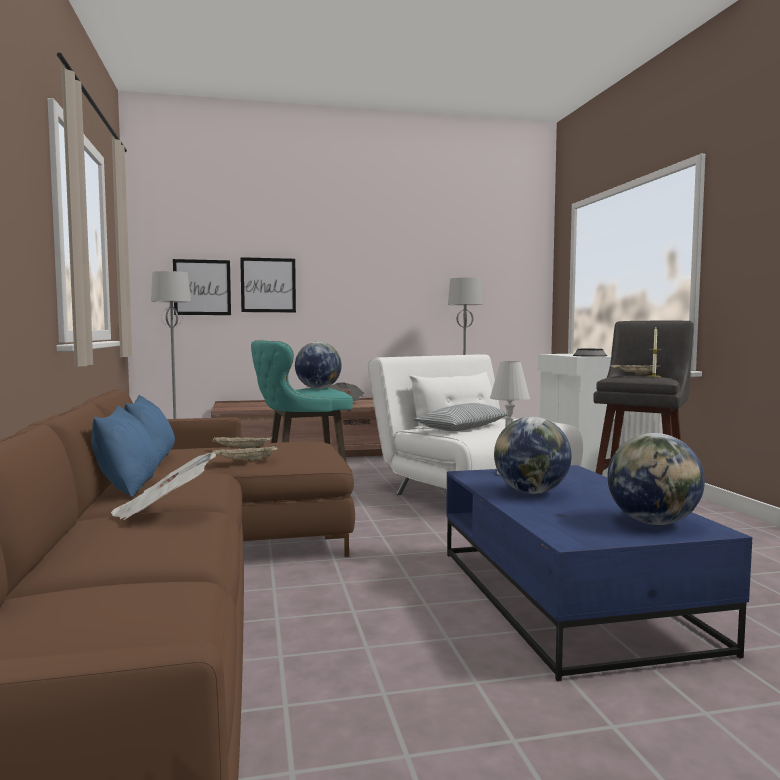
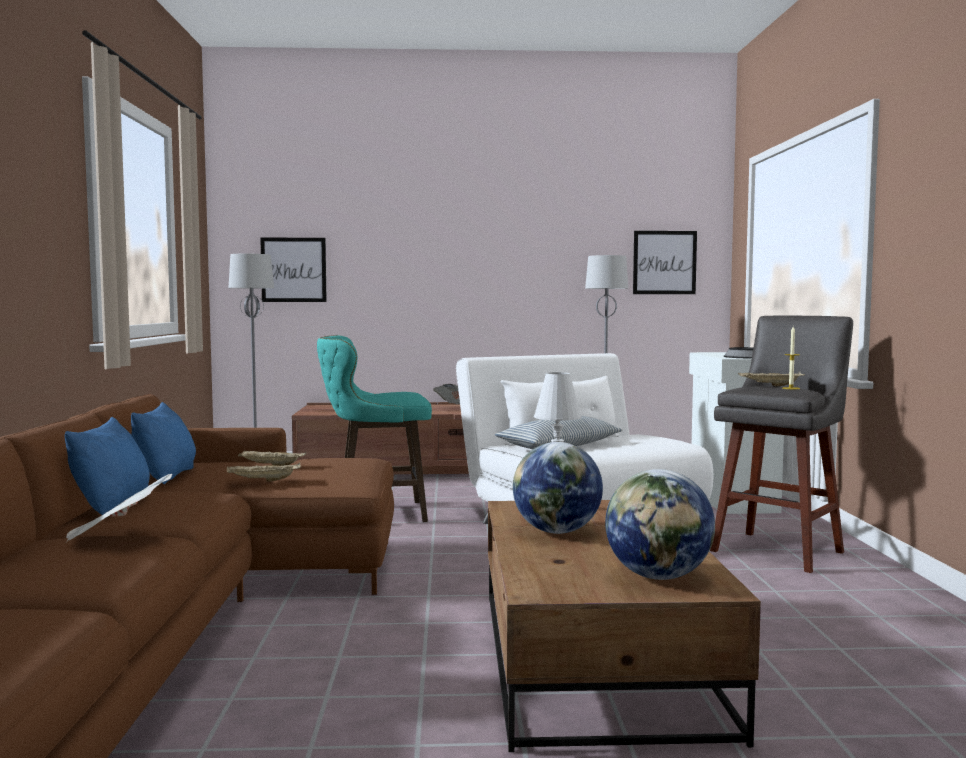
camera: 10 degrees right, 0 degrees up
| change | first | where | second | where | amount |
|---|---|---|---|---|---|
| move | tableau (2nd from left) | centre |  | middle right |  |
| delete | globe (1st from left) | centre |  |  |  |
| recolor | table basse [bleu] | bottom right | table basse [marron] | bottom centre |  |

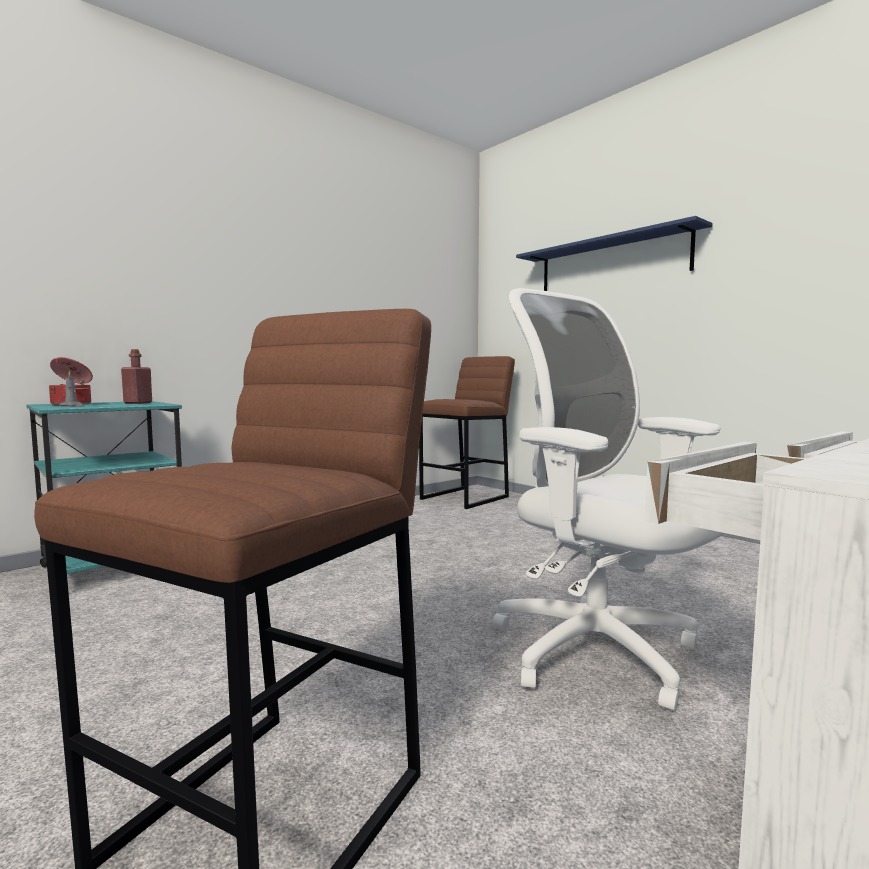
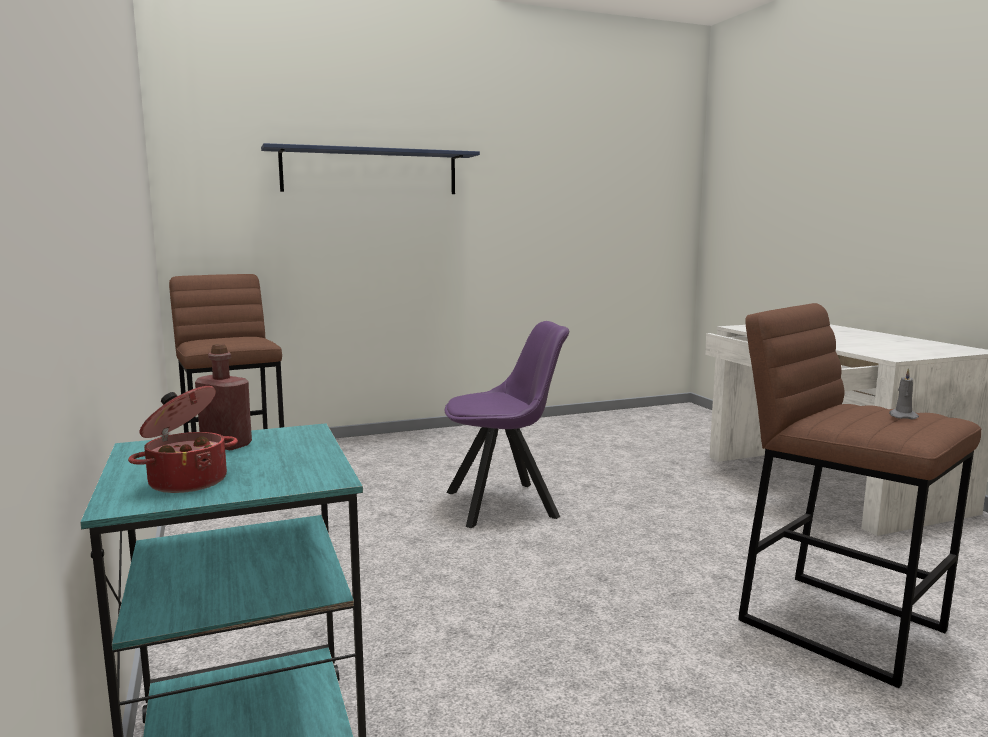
camera: 70 degrees left, 5 degrees up
| change | first | where | second | where | amount |
|---|---|---|---|---|---|
| move | bougie [gris] | middle left |  | middle right |  |
| delete | chaise de bureau [blanc] | middle right |  |  |  |
| insert |  |  | chaise [violet] | centre |  |

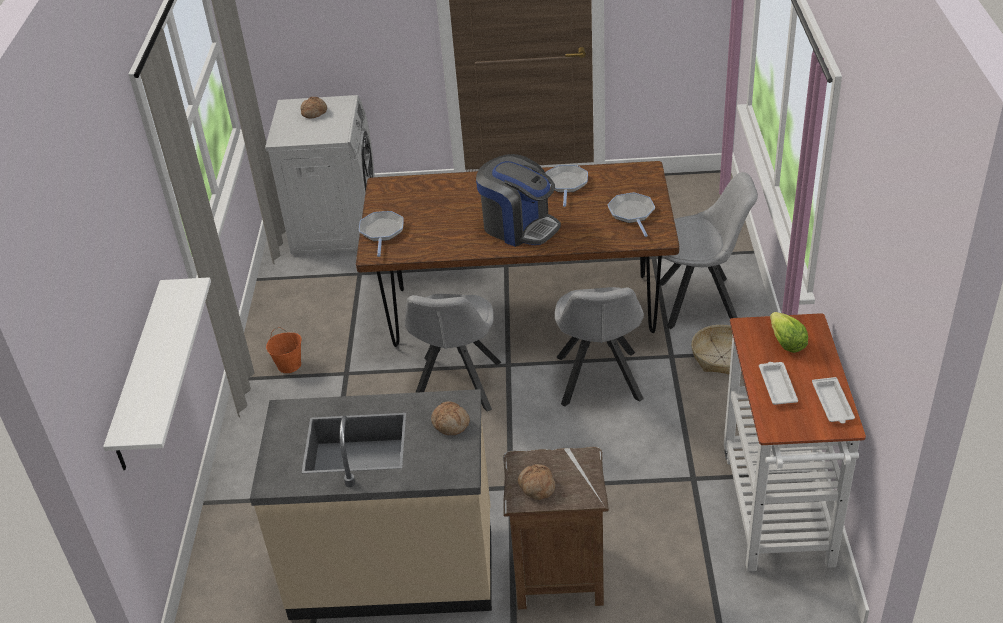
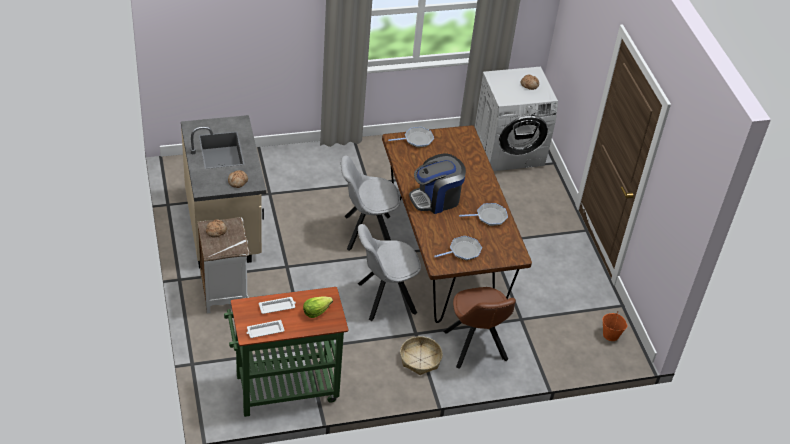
camera: 70 degrees right, 5 degrees up
| change | first | where | second | where | amount |
|---|---|---|---|---|---|
| delete | étagère [blanc] | middle left |  |  |  |
| move | seau [orange] | middle left |  | bottom right |  |
| rotate | machine à café | top centre |  | centre | 45 degrees clockwise |
| recolor | chaise [gris] (3rd from left) | middle right | chaise [marron] | bottom centre |  |
| recolor | chariot [blanc] | bottom right | chariot [vert] | bottom centre |  |

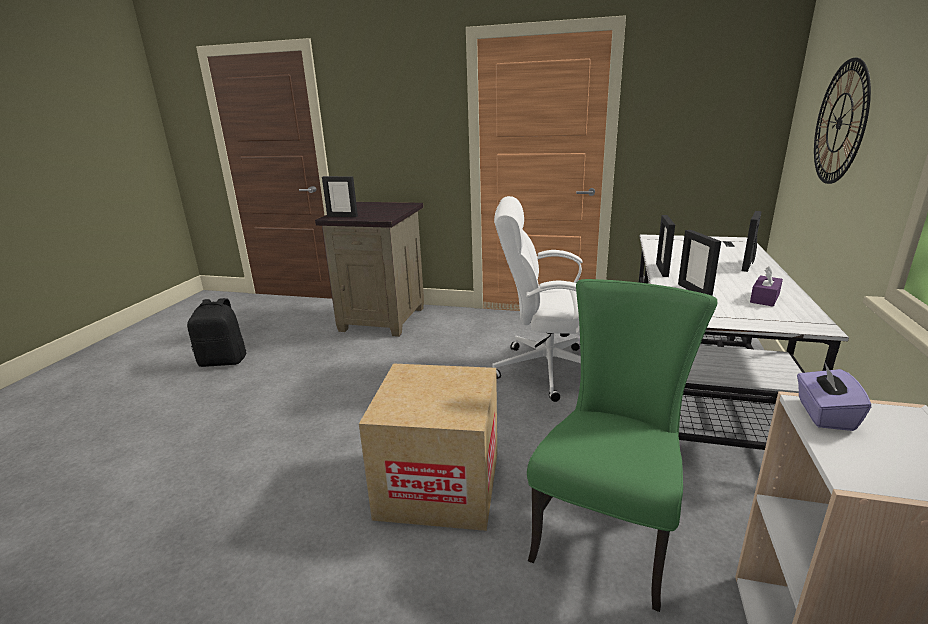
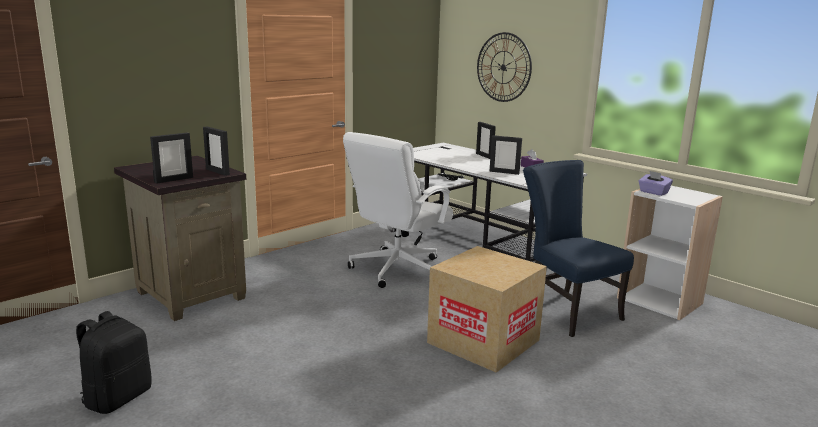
camera: 60 degrees left, 5 degrees down
| change | first | where | second | where | amount |
|---|---|---|---|---|---|
| recolor | chaise [vert] | bottom right | chaise [bleu] | middle right |  |
| move | cadre photo (2nd from left) | middle right |  | middle left |  |

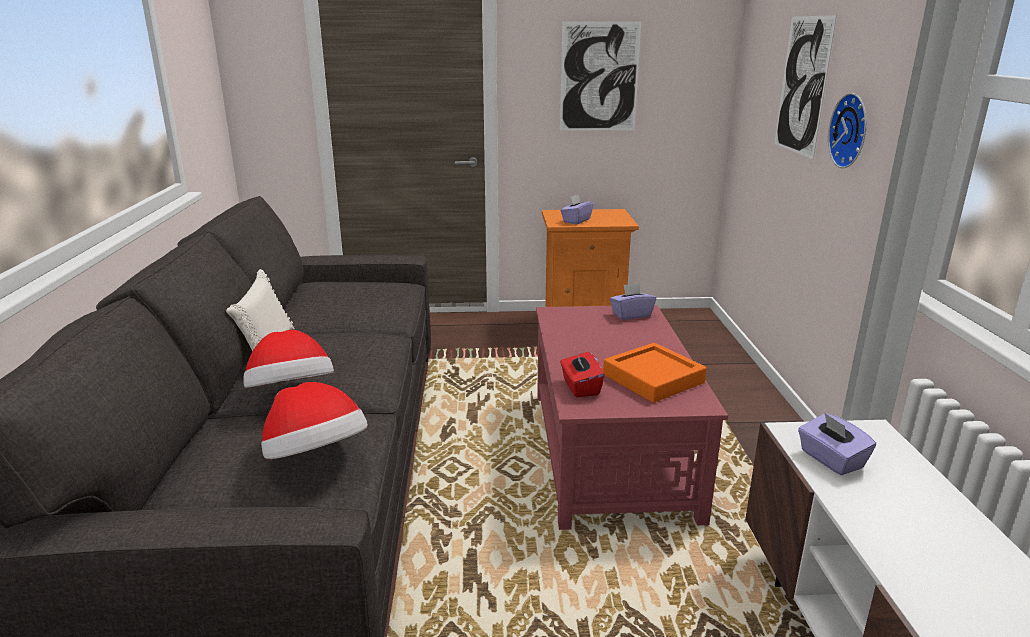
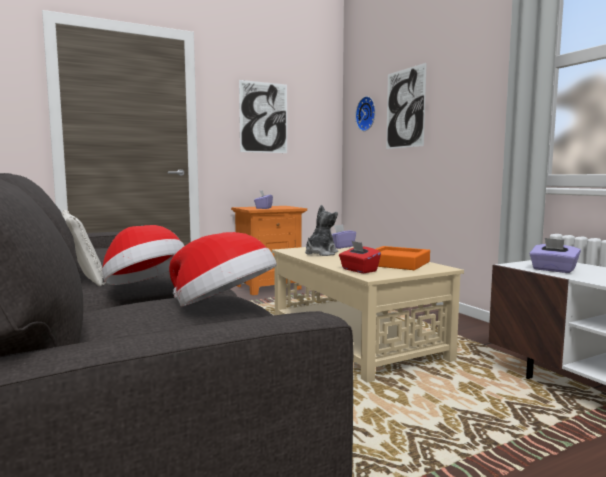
camera: 25 degrees left, 15 degrees down
| change | first | where | second | where | amount |
|---|---|---|---|---|---|
| recolor | table basse [rouge] | centre | table basse [beige] | centre |  |
| move | horloge murale | top right |  | top centre |  |
| insert |  |  | peluche | centre |  |

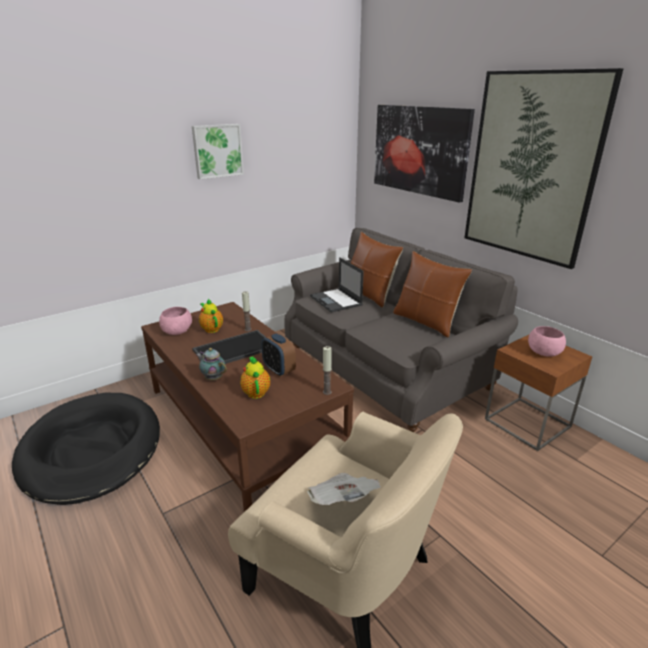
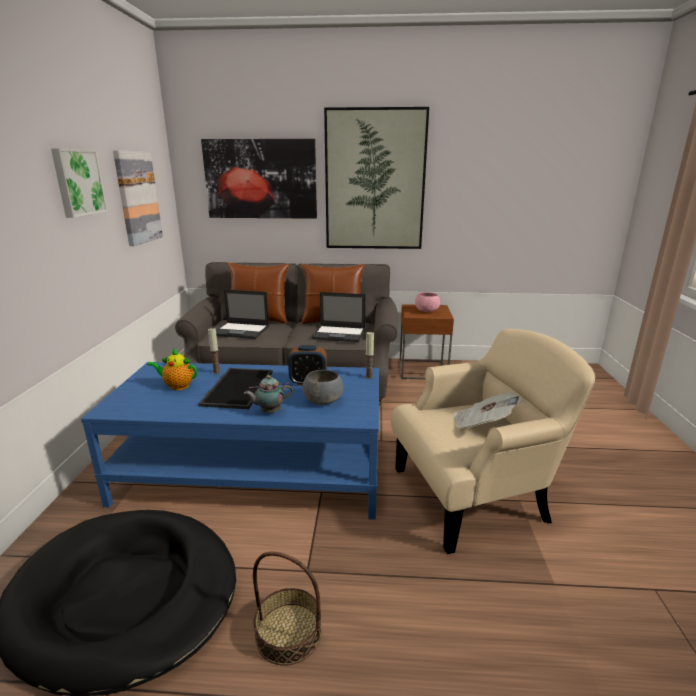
camera: 50 degrees left, 5 degrees down
| change | first | where | second | where | amount |
|---|---|---|---|---|---|
| recolor | table basse [marron] | centre | table basse [bleu] | middle left |  |
| delete | bol [rose] (1st from left) | middle left |  |  |  |
| replace | théière (3rd from left) | centre | bol [gris] | centre |  |
| insert |  |  | tableau (2nd from left) | top left |  |
| insert |  |  | panier | bottom centre |  |
| insert |  |  | ordinateur portable (2nd from left) | centre |  |

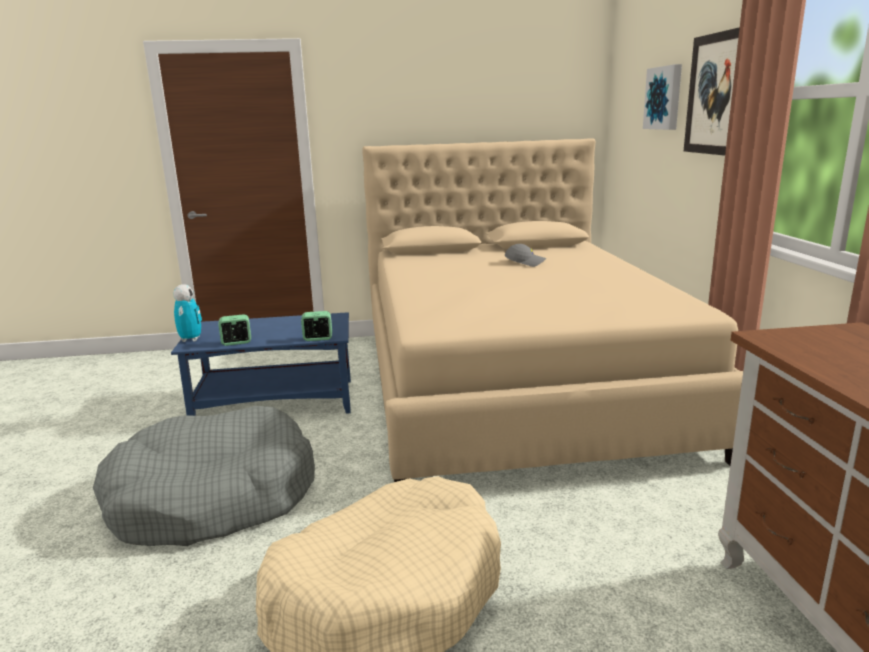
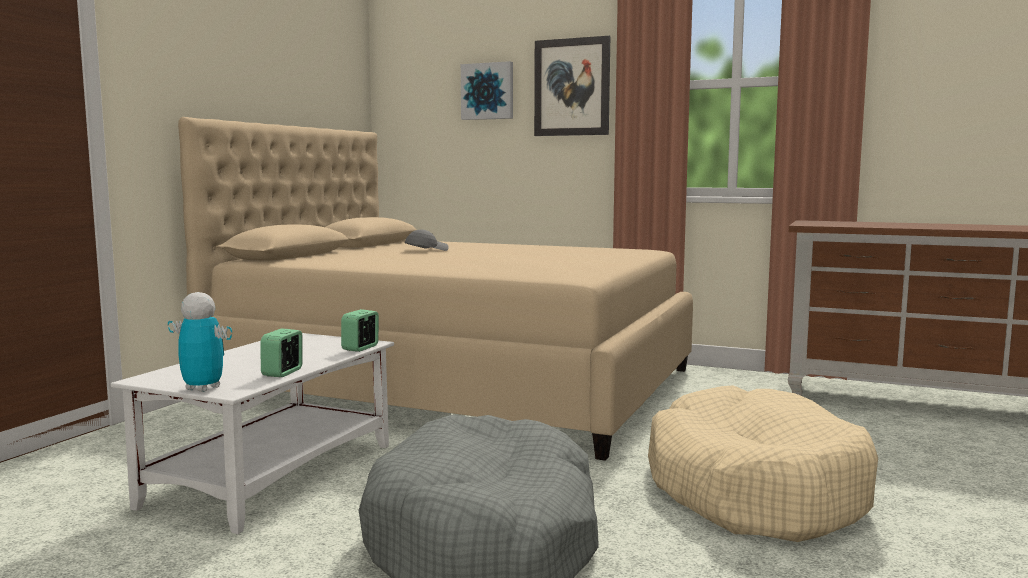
camera: 60 degrees left, 10 degrees down
| change | first | where | second | where | amount |
|---|---|---|---|---|---|
| recolor | table basse [bleu] | middle left | table basse [blanc] | bottom left |  |

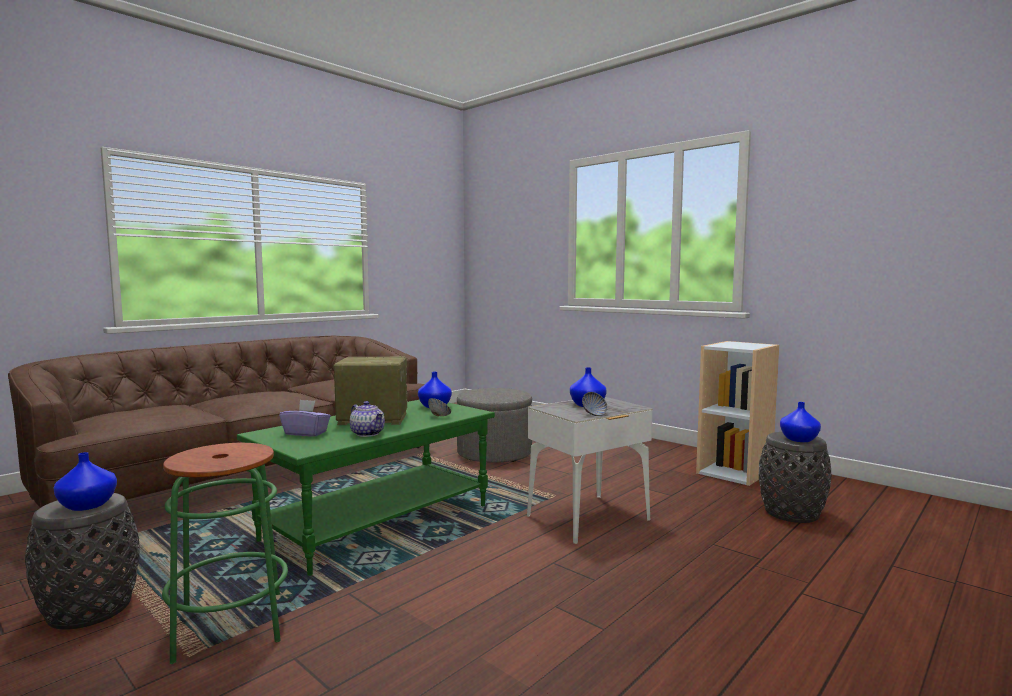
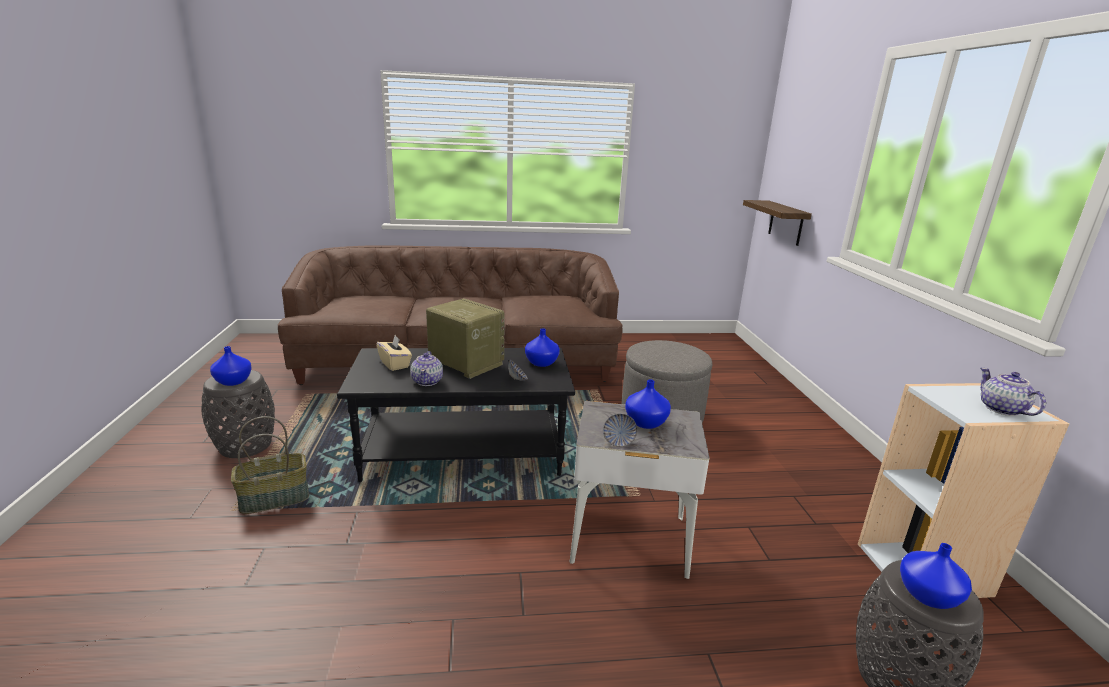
camera: 40 degrees right, 15 degrees up
| change | first | where | second | where | amount |
|---|---|---|---|---|---|
| replace | tabouret [vert] | bottom left | panier | bottom left |  |
| recolor | table basse [vert] | bottom centre | table basse [noir] | centre |  |
| recolor | boîte à mouchoirs [violet] | middle left | boîte à mouchoirs [beige] | centre |  |
| insert |  |  | étagère | top right |  |
| insert |  |  | théière (2nd from left) | middle right |  |

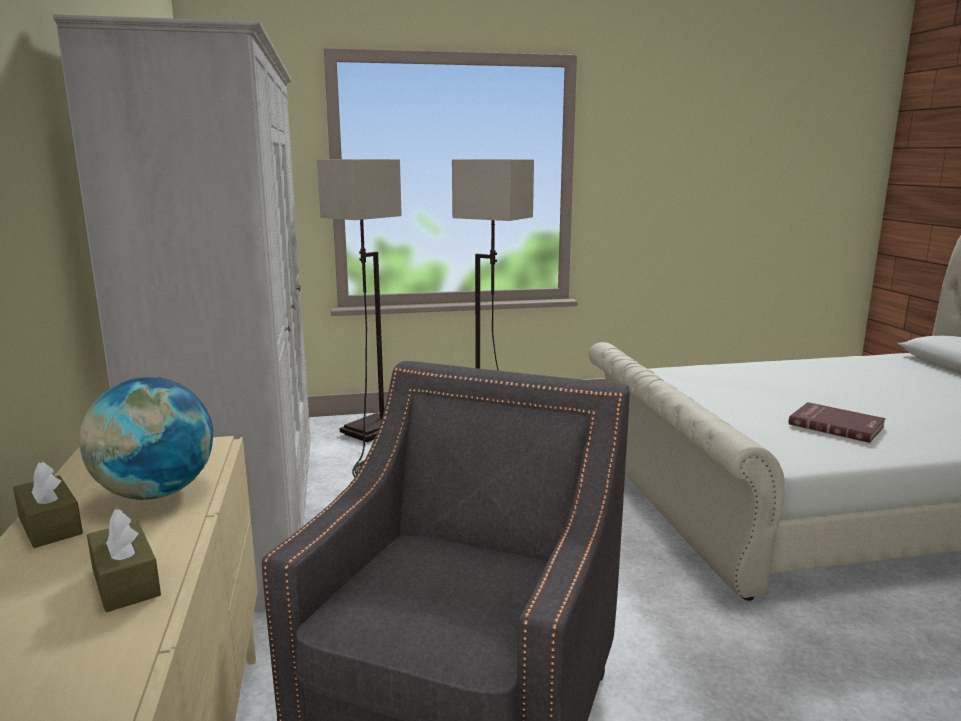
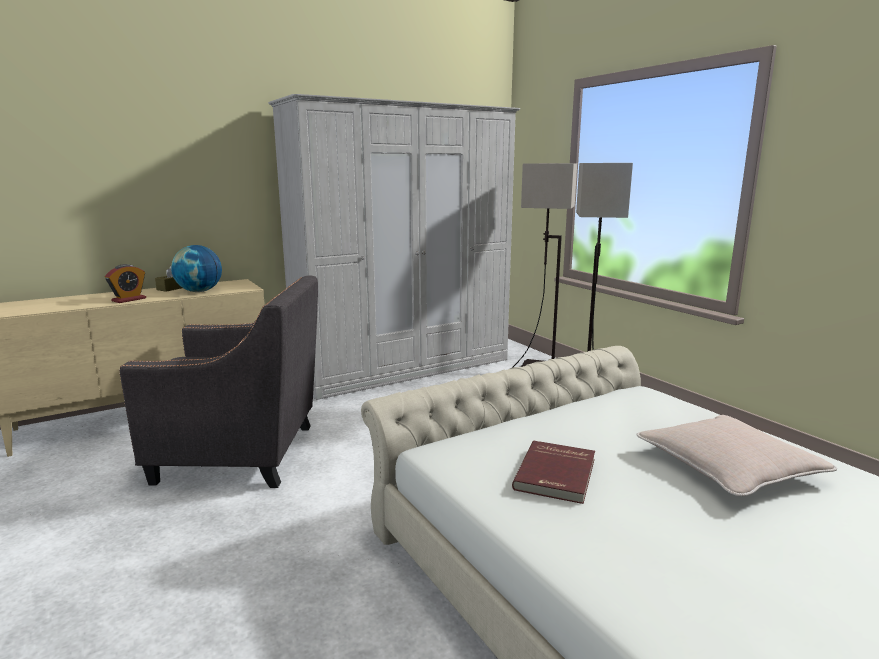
camera: 70 degrees right, 0 degrees up
| change | first | where | second | where | amount |
|---|---|---|---|---|---|
| replace | boîte à mouchoirs [marron] (2nd from left) | bottom left | réveil | middle left |  |
| insert |  |  | coussin [beige] | bottom right |  |

